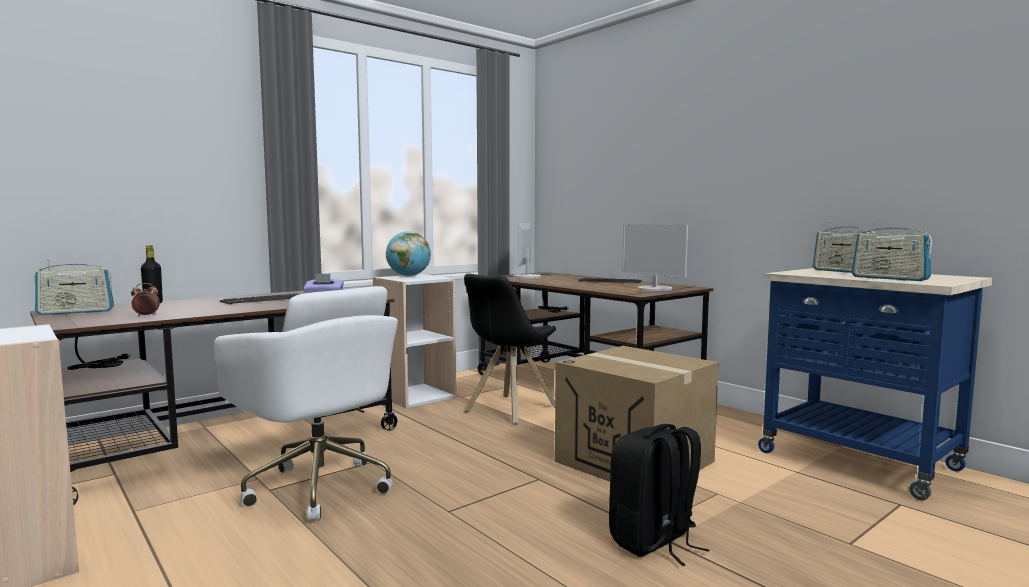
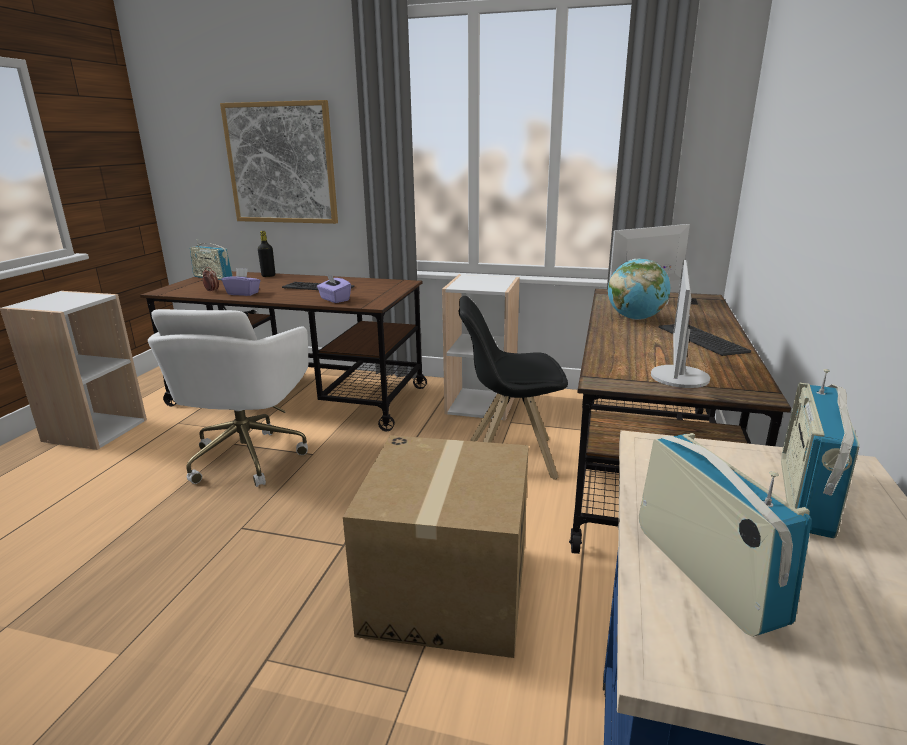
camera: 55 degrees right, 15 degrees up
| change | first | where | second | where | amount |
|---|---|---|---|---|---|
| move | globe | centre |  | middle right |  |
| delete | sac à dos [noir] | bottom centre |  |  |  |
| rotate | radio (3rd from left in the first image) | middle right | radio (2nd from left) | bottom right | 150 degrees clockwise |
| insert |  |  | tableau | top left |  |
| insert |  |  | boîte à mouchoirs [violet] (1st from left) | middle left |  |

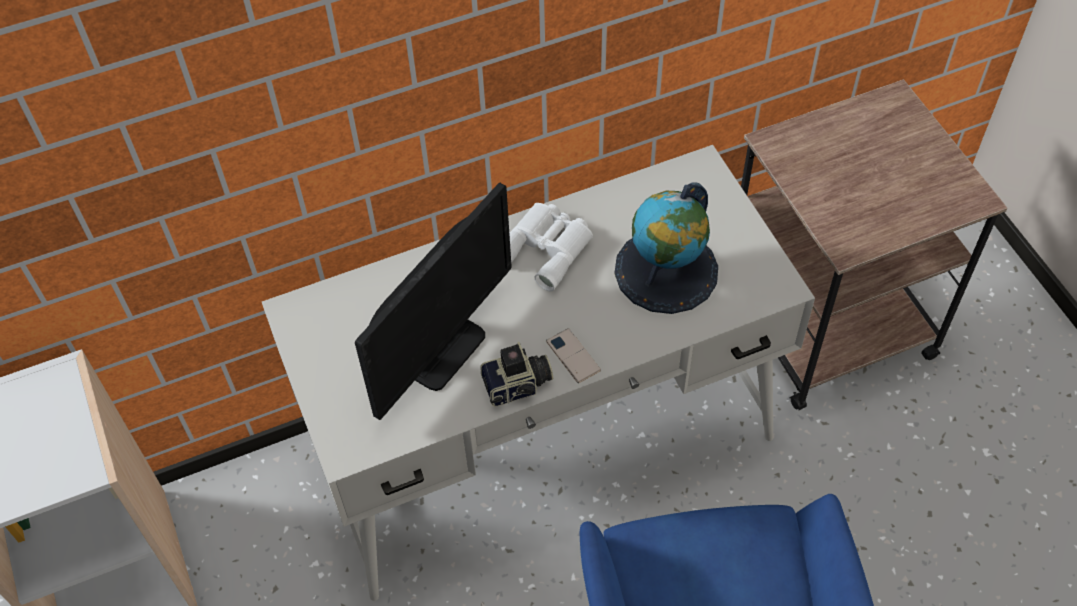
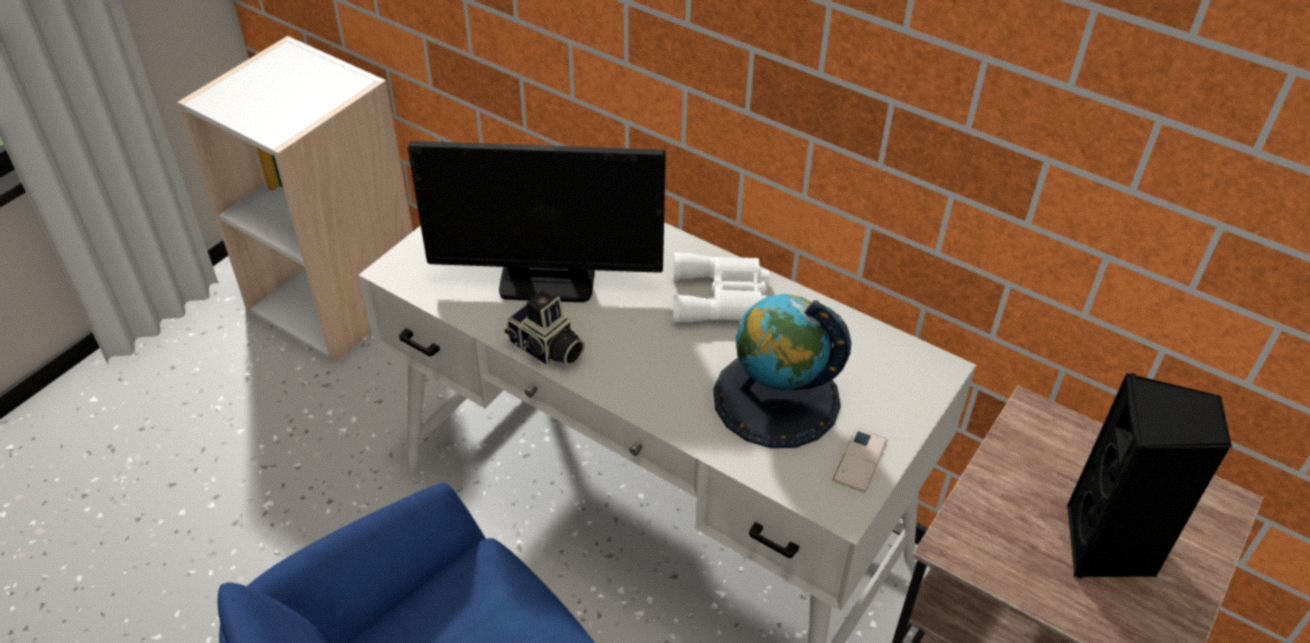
camera: 55 degrees right, 10 degrees down
| change | first | where | second | where | amount |
|---|---|---|---|---|---|
| move | téléphone | centre |  | bottom centre |  |
| insert |  |  | enceinte [noir] | bottom right |  |

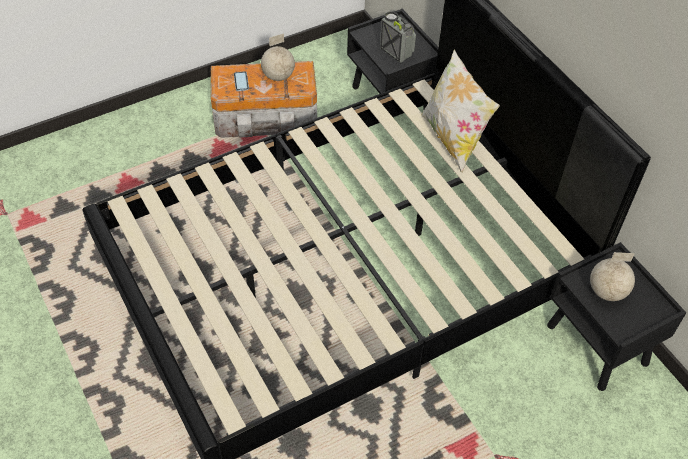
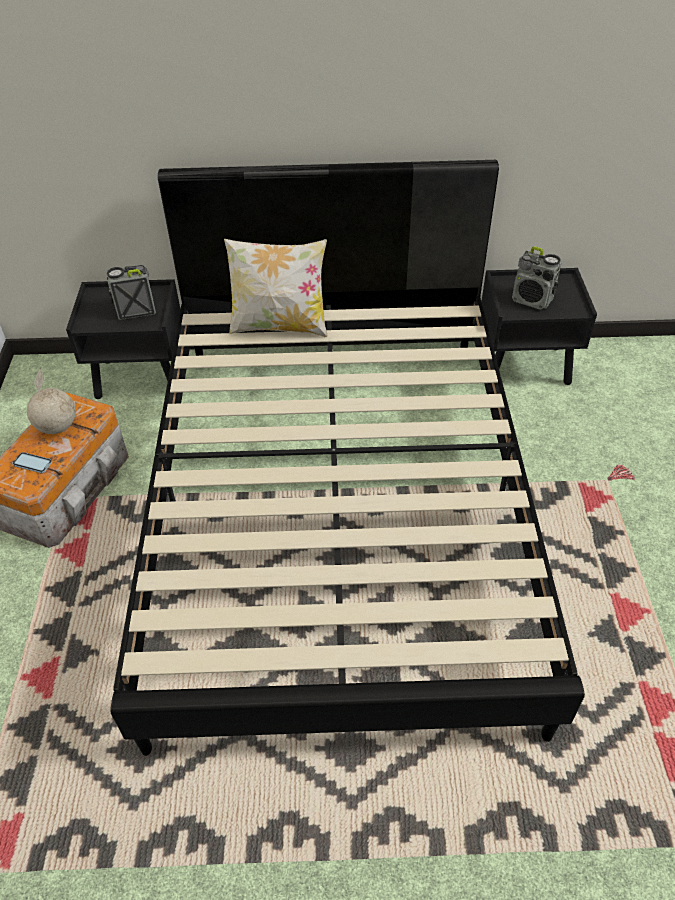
camera: 60 degrees left, 5 degrees down
| change | first | where | second | where | amount |
|---|---|---|---|---|---|
| replace | globe (2nd from left) | middle right | radio (2nd from left) | top right |  |

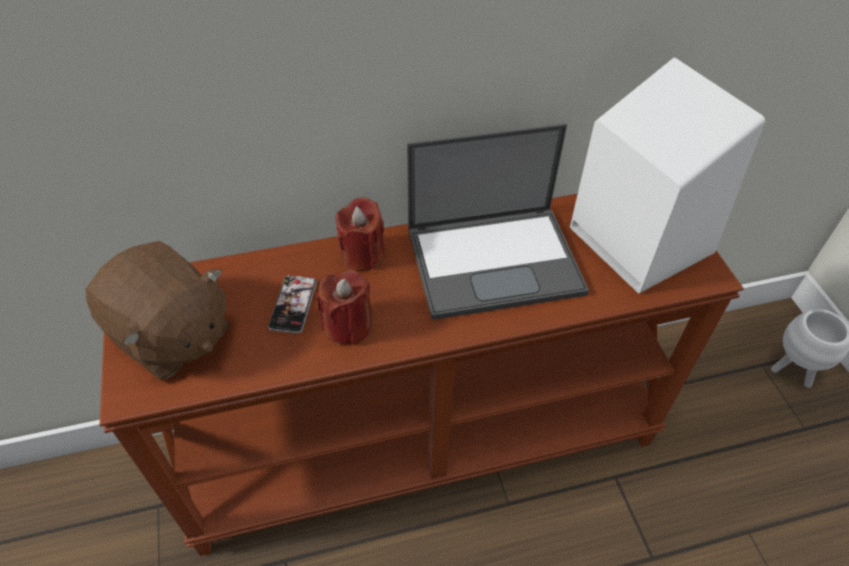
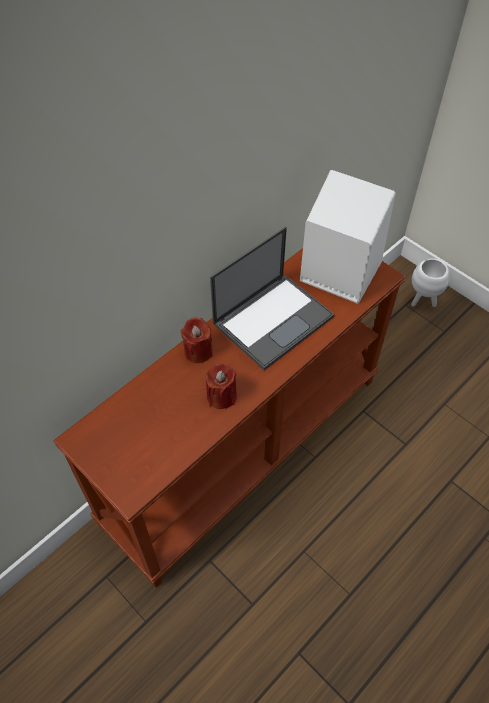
camera: 30 degrees left, 5 degrees up
| change | first | where | second | where | amount |
|---|---|---|---|---|---|
| delete | peluche [marron] | middle left |  |  |  |
| delete | téléphone | centre |  |  |  |

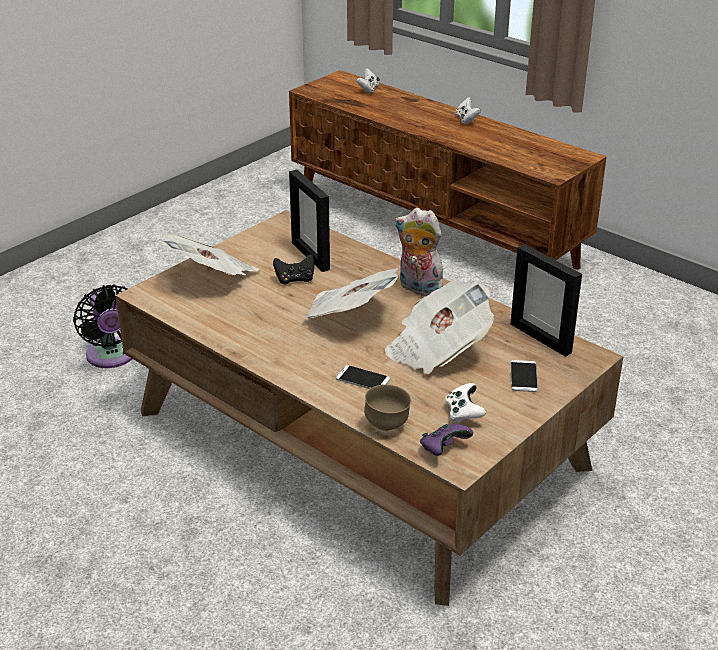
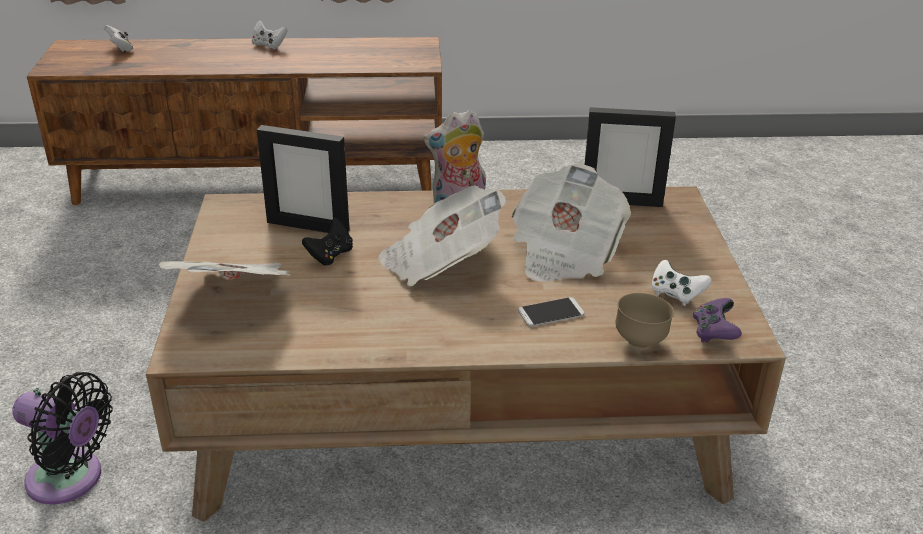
camera: 45 degrees left, 0 degrees up
| change | first | where | second | where | amount |
|---|---|---|---|---|---|
| delete | téléphone (2nd from left) | middle right |  |  |  |

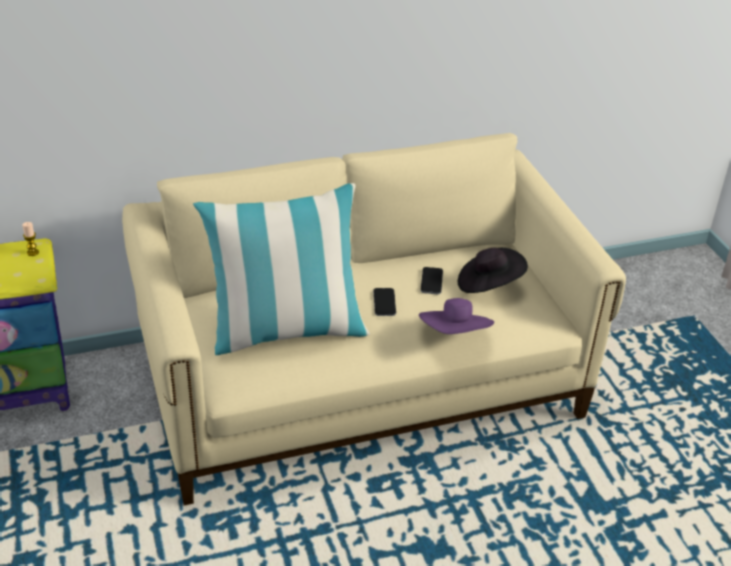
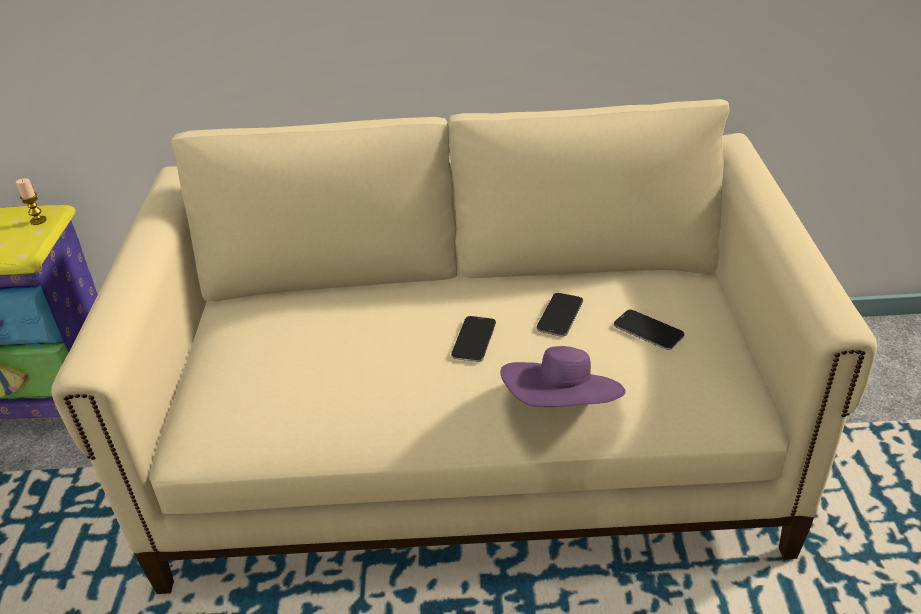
camera: 20 degrees right, 0 degrees up
| change | first | where | second | where | amount |
|---|---|---|---|---|---|
| delete | coussin | centre |  |  |  |
| replace | chapeau [noir] | middle right | téléphone (3rd from left) | middle right |  |

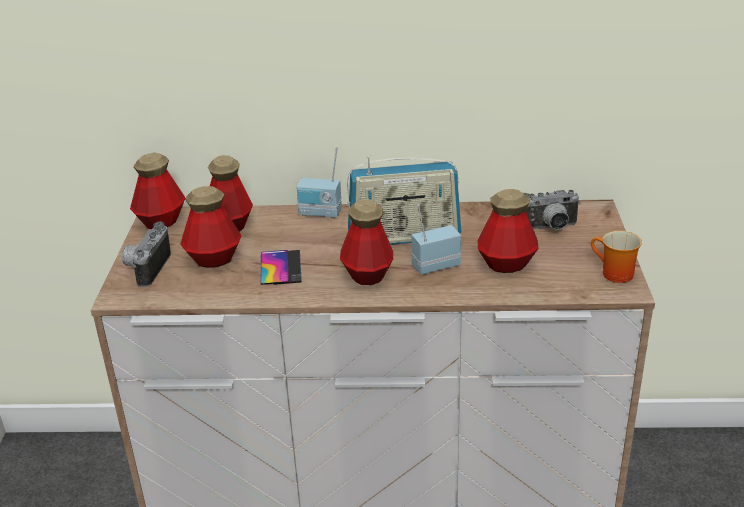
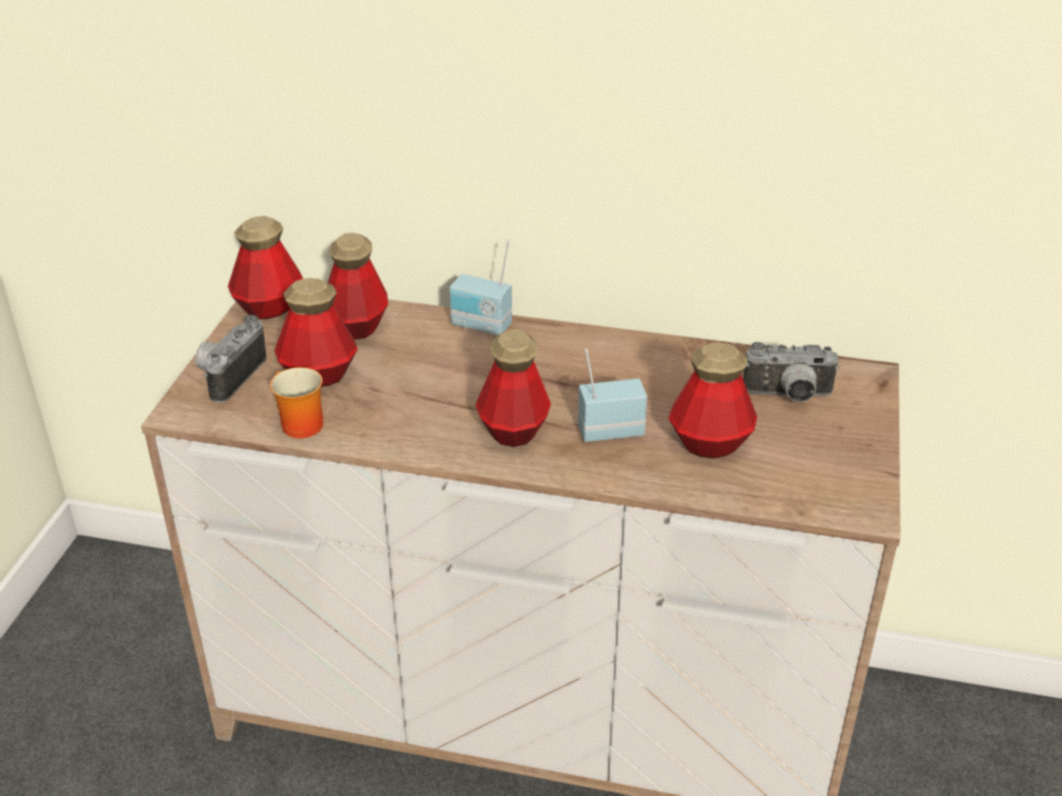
camera: 10 degrees right, 5 degrees up
| change | first | where | second | where | amount |
|---|---|---|---|---|---|
| delete | téléphone | centre |  |  |  |
| delete | radio (2nd from left) | centre |  |  |  |
| move | mug | middle right |  | middle left |  |

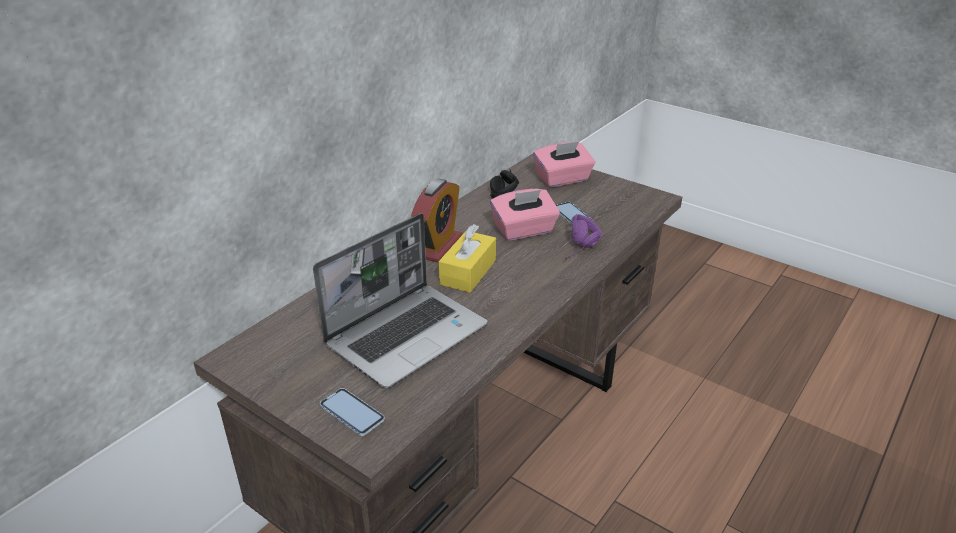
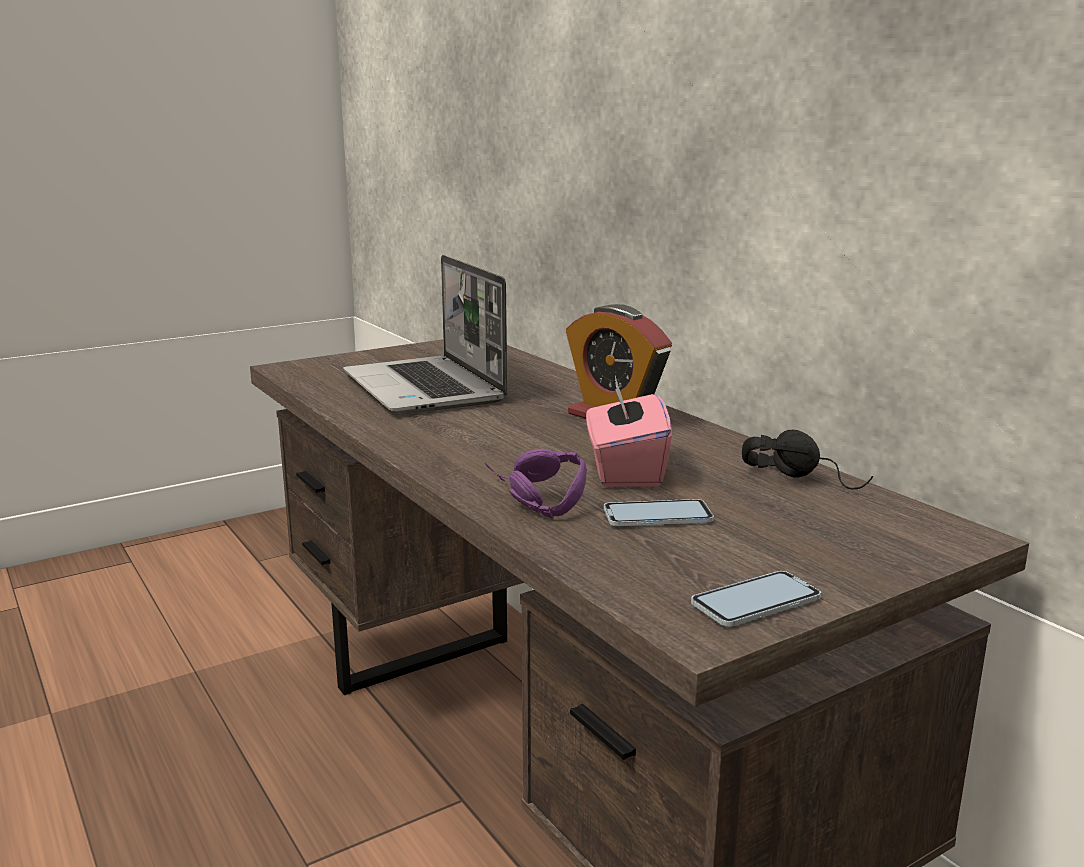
camera: 110 degrees right, 15 degrees down
| change | first | where | second | where | amount |
|---|---|---|---|---|---|
| move | téléphone (1st from left in the first image) | bottom centre | téléphone (2nd from left) | bottom right |  |
| delete | boîte à mouchoirs [jaune] | centre |  |  |  |
| delete | boîte à mouchoirs [rose] (2nd from left) | top centre |  |  |  |

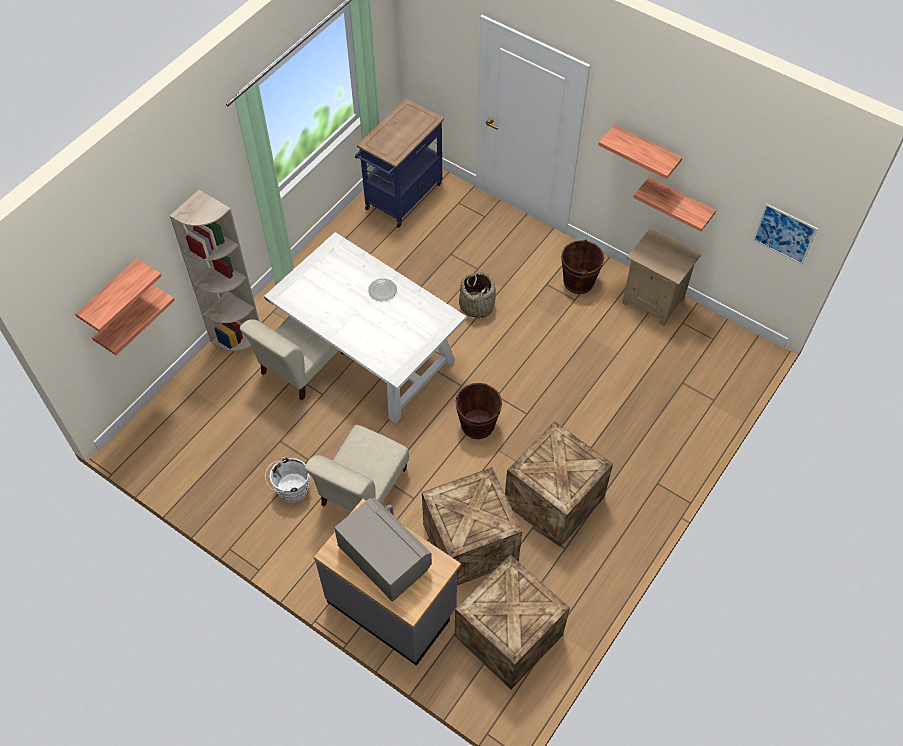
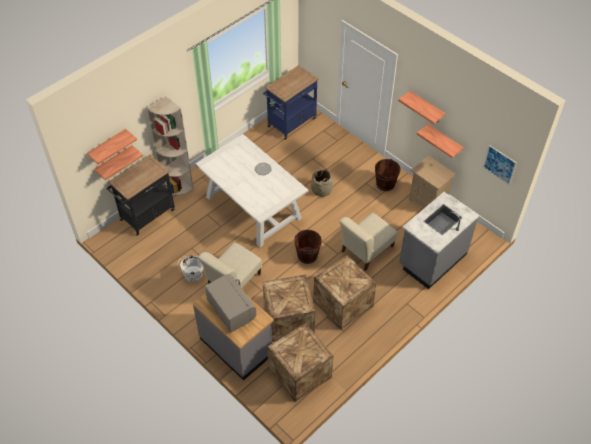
camera: 10 degrees right, 5 degrees down
| change | first | where | second | where | amount |
|---|---|---|---|---|---|
| move | chaise [beige] (1st from left in the first image) | middle left | chaise [beige] (2nd from left) | centre |  |
| insert |  |  | chariot [noir] | middle left |  |
| insert |  |  | comptoir de cuisine [gris] (2nd from left) | middle right |  |

